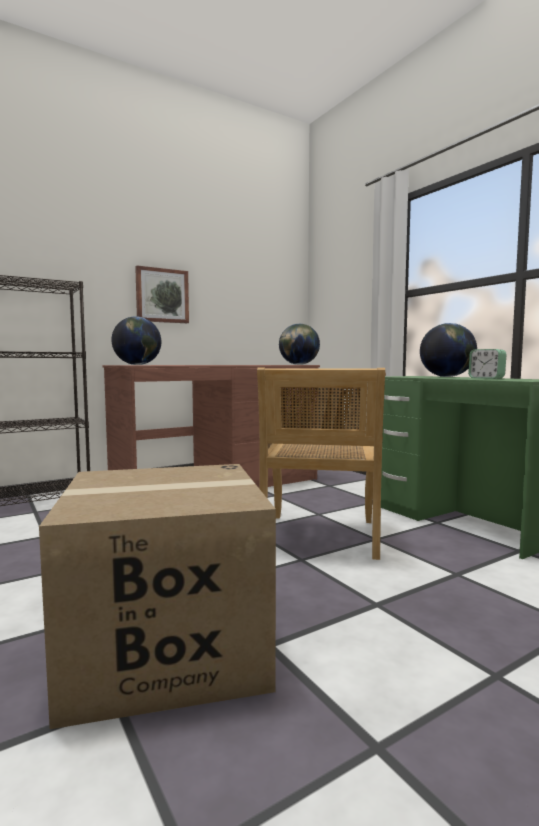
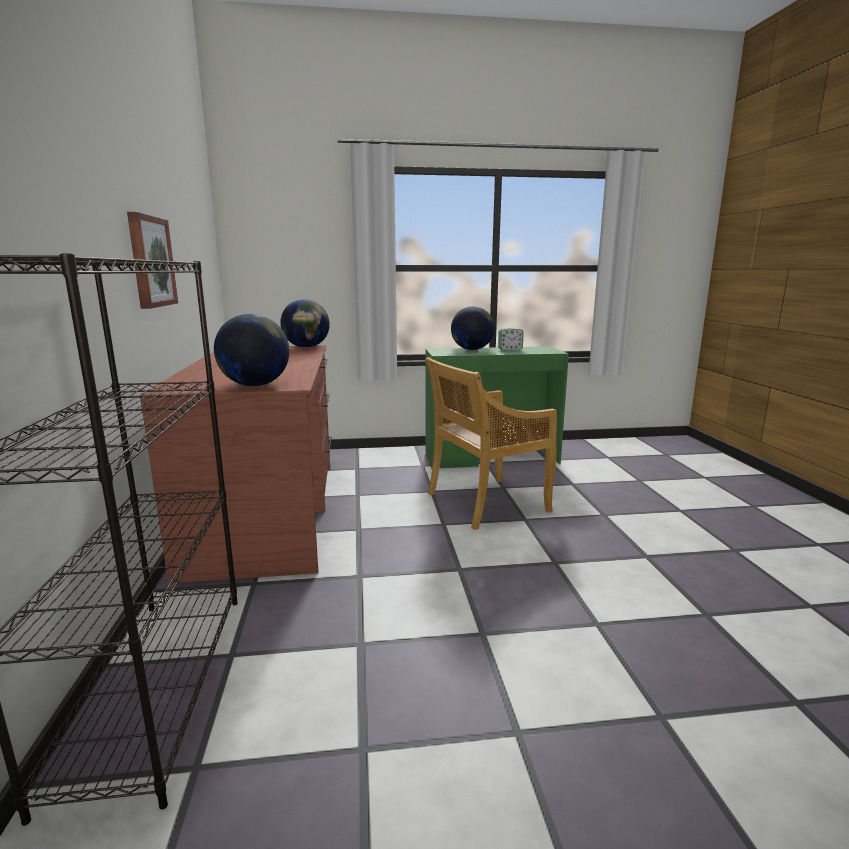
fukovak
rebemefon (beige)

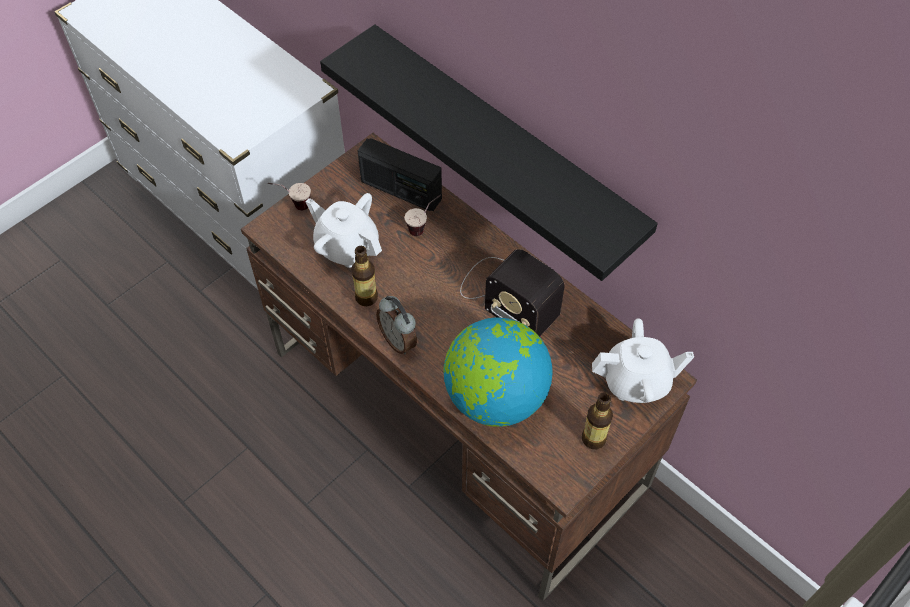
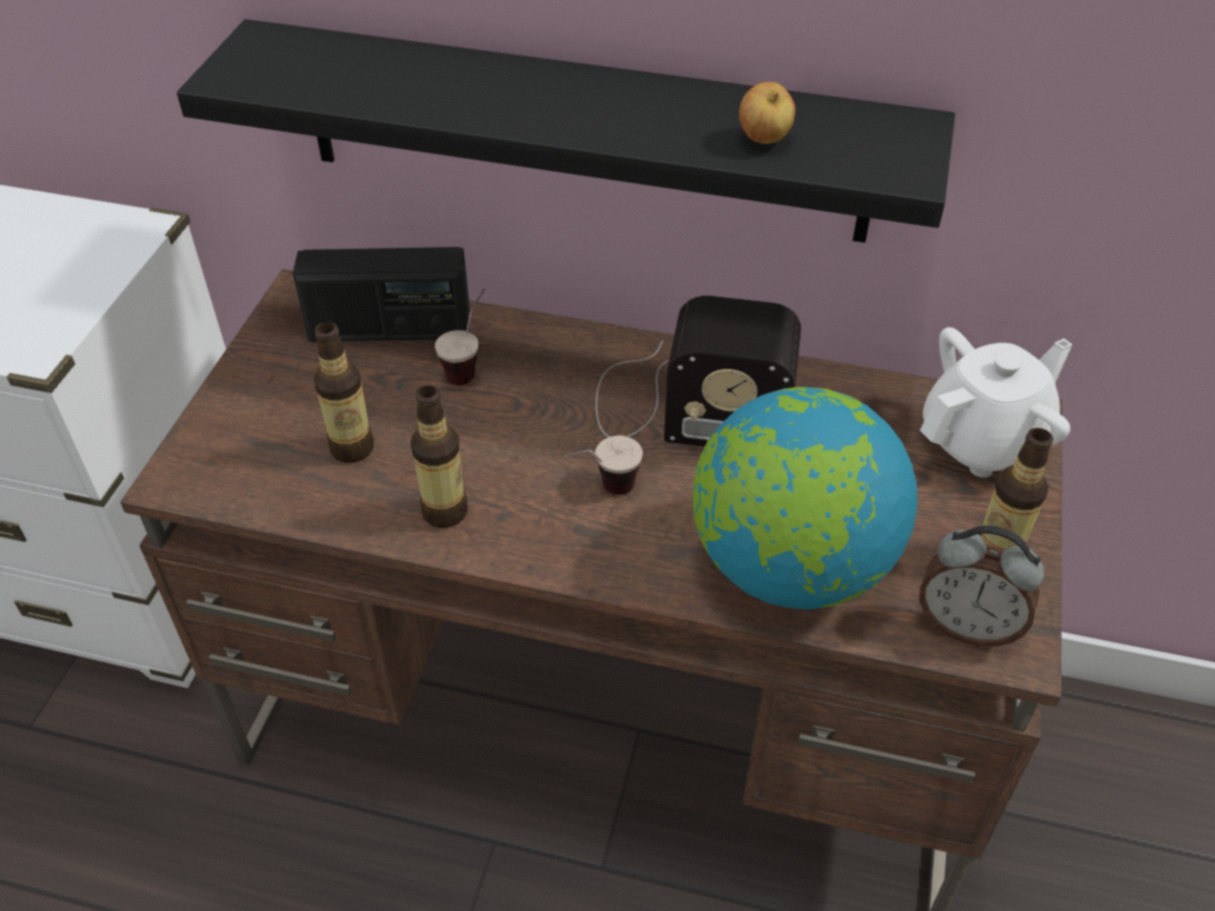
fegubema
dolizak (2nd from left)
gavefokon
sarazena (1st from left)

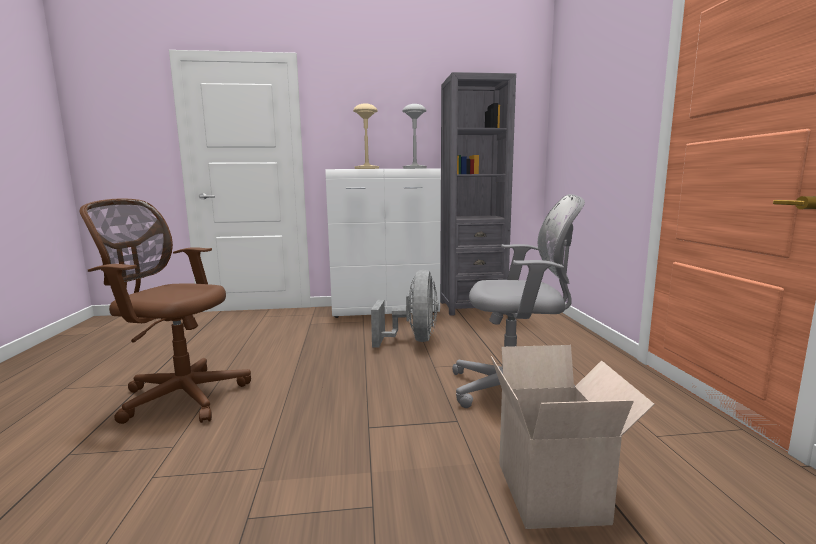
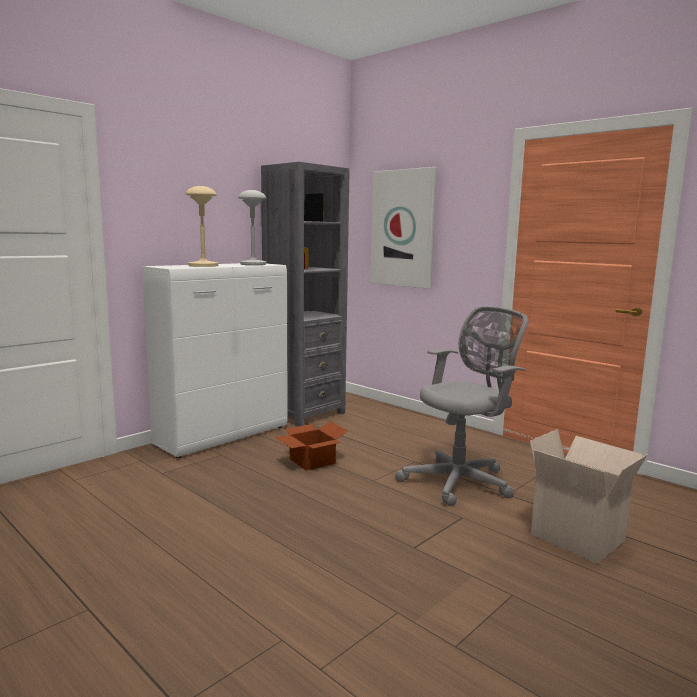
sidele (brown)
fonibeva
fukovak (1st from left)

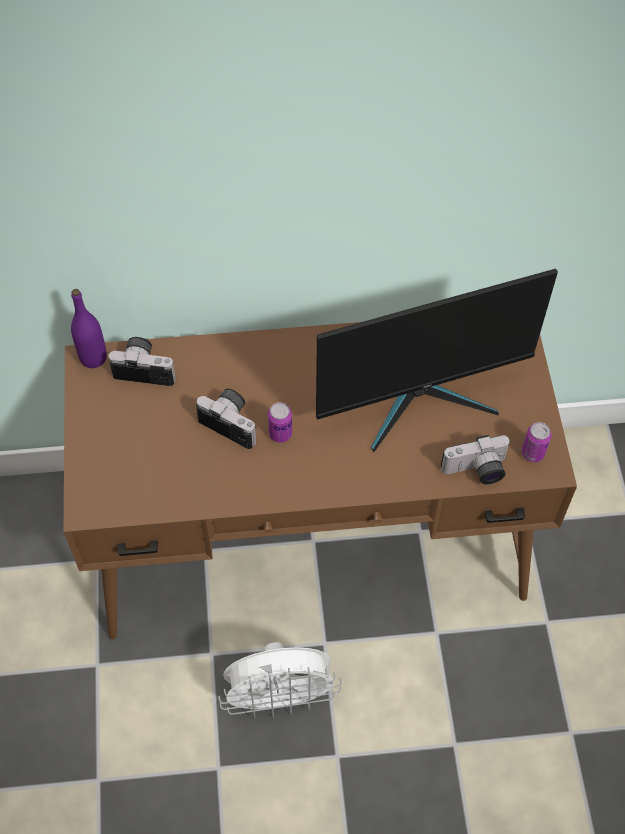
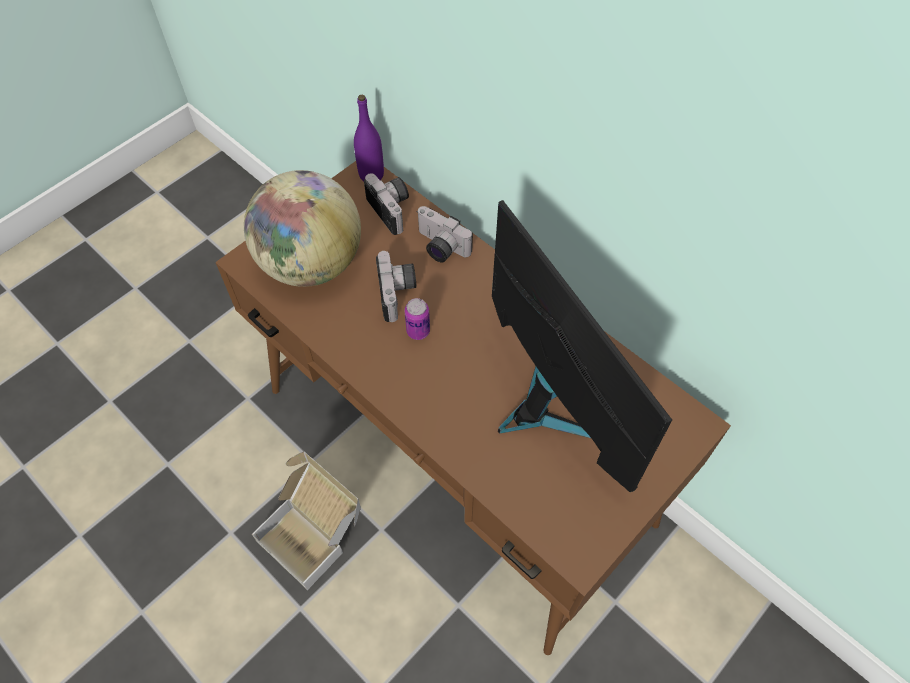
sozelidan (2nd from left in the first image)
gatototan
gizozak (3rd from left)
fukovak
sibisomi

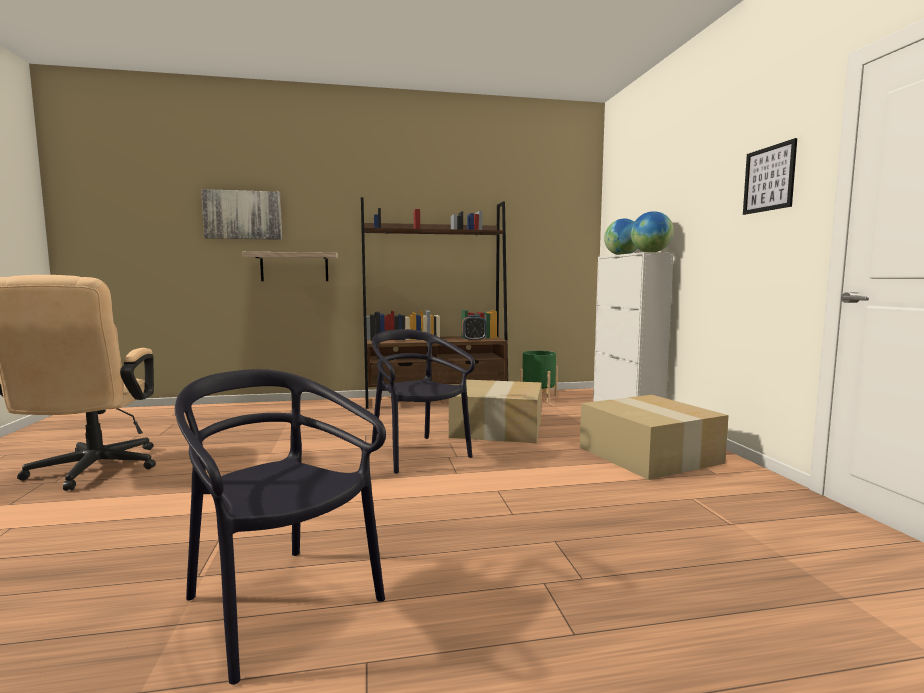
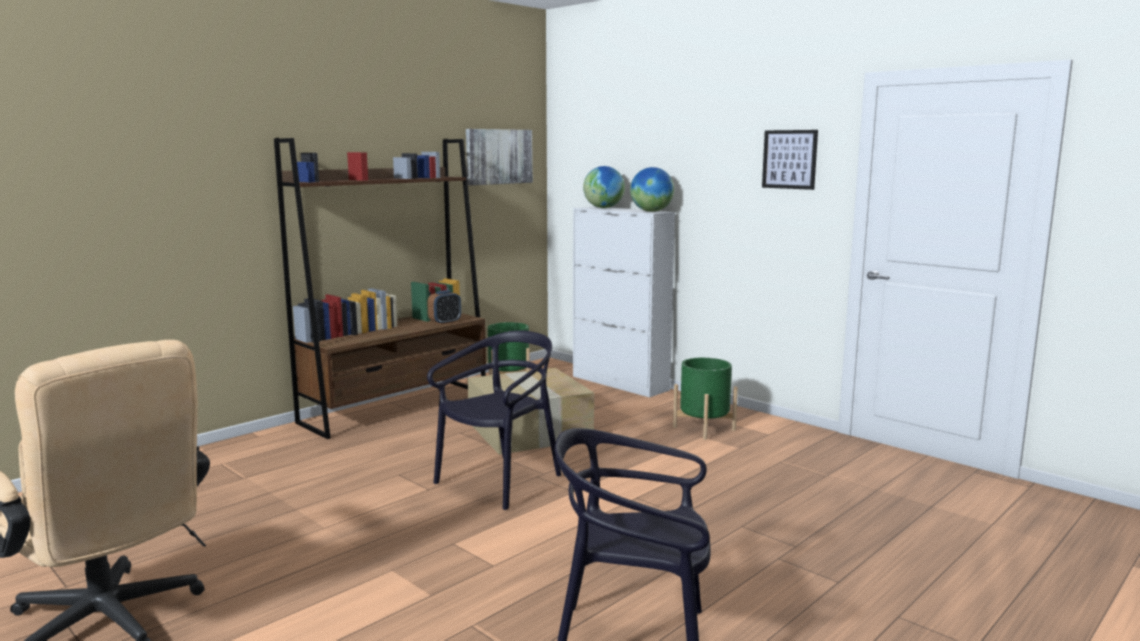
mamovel
fonibeva (1st from left)
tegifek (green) (2nd from left)
rebemefon (black) (1st from left)

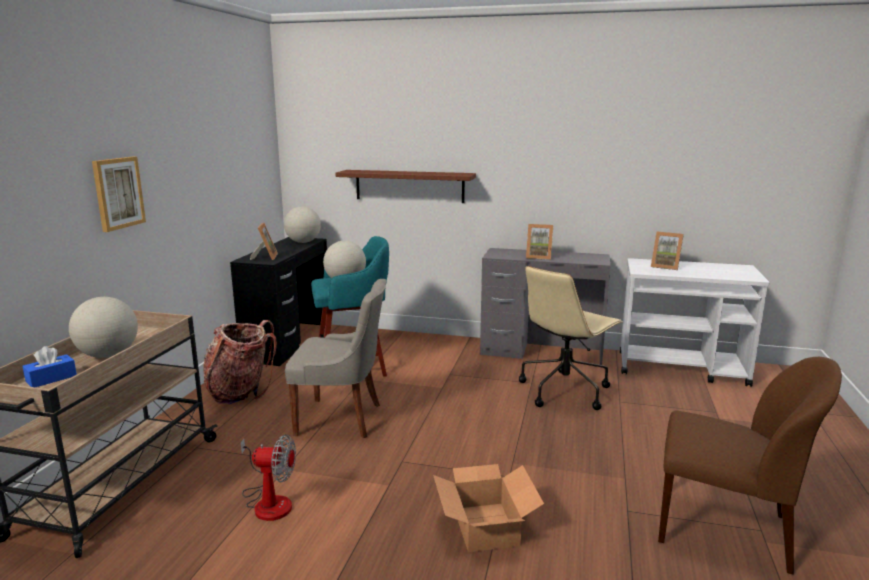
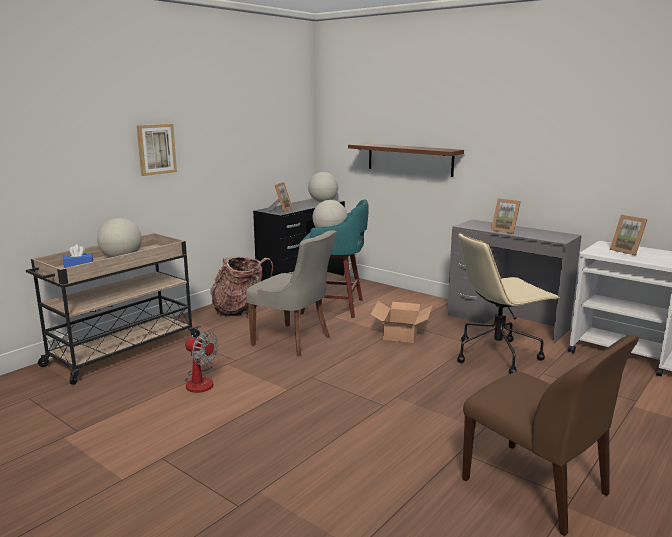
fukovak

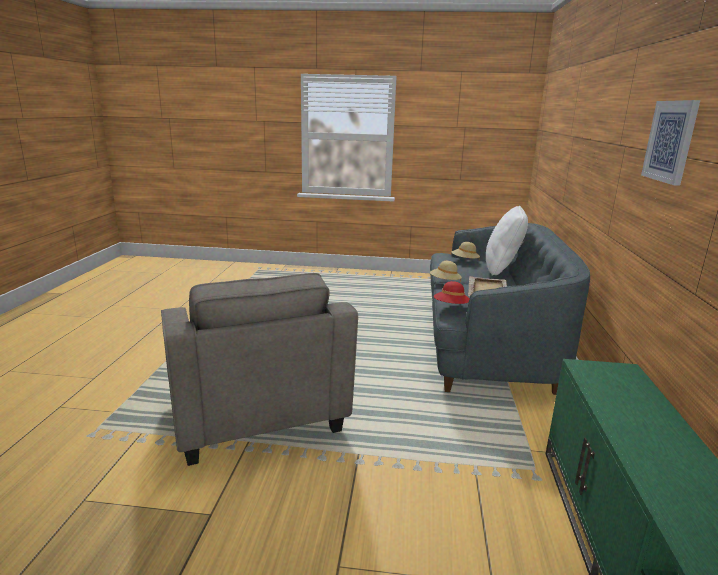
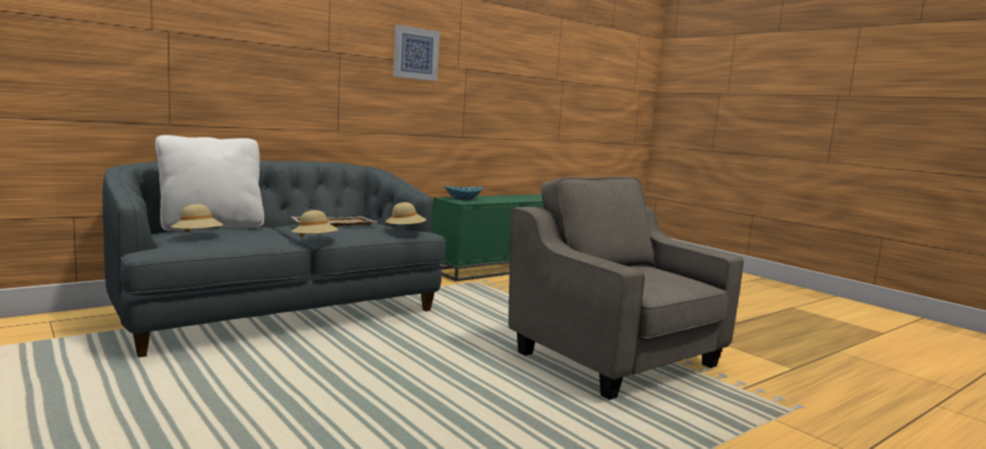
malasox
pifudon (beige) (3rd from left)
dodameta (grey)

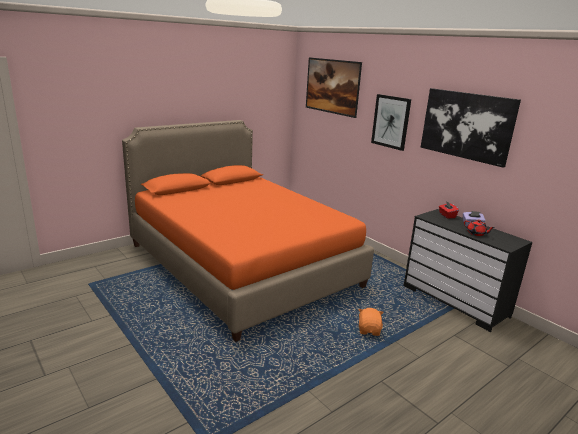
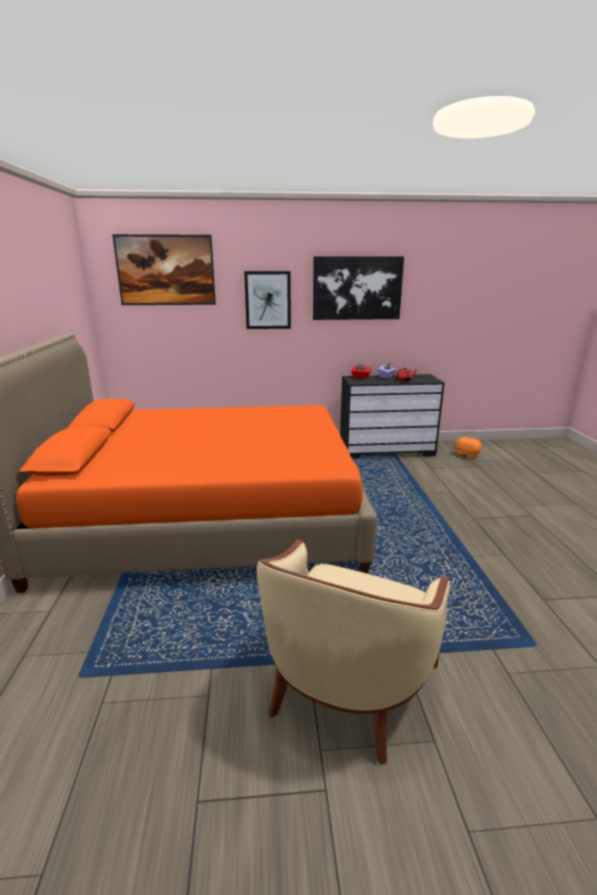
dodameta (beige)
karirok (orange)

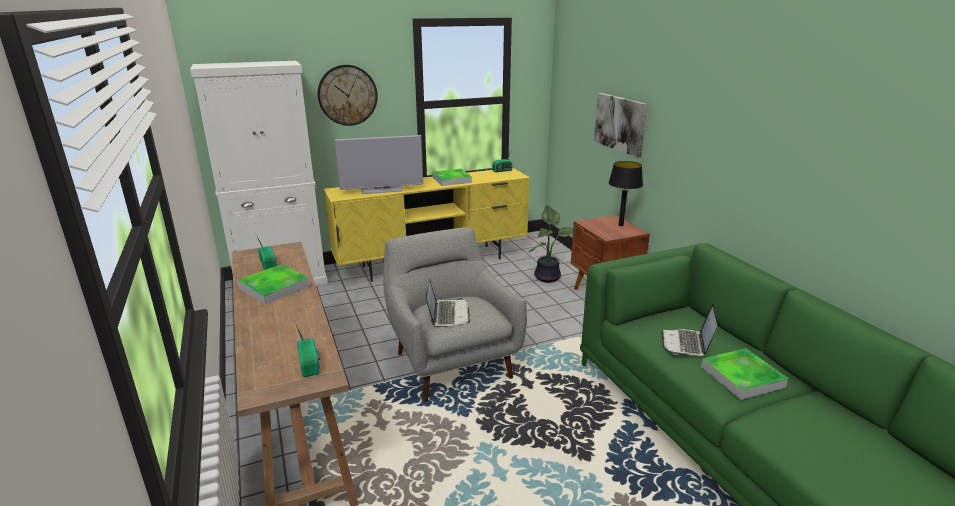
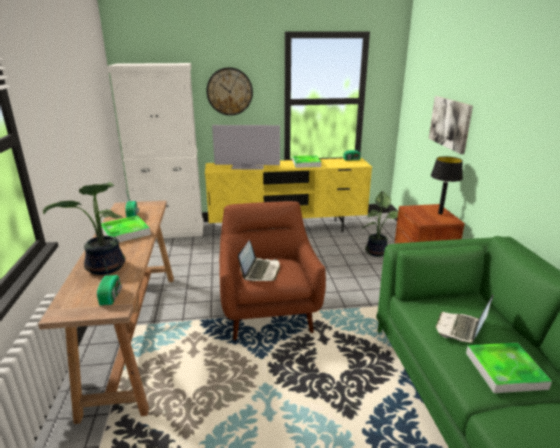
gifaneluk (1st from left)
dodameta (brown)

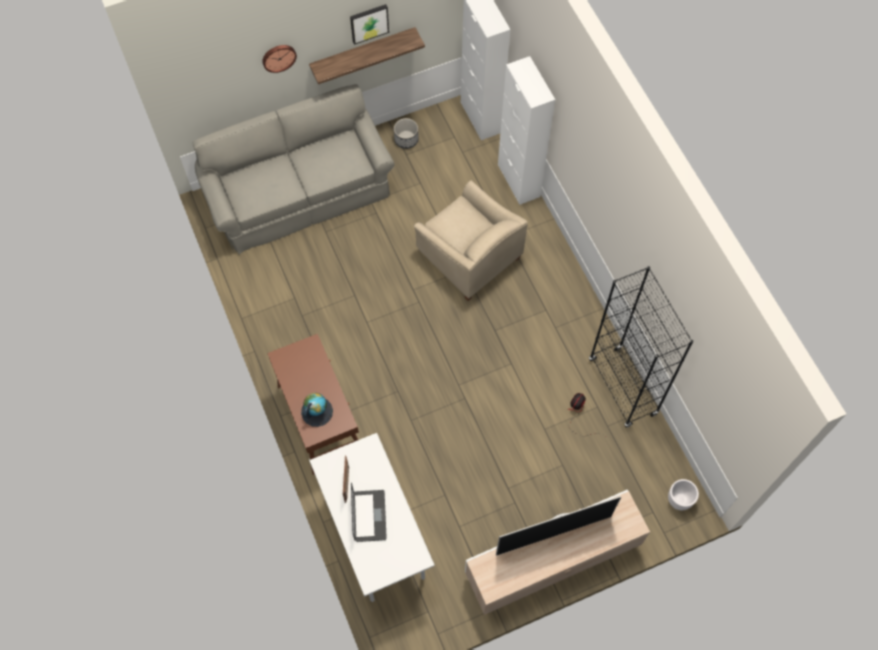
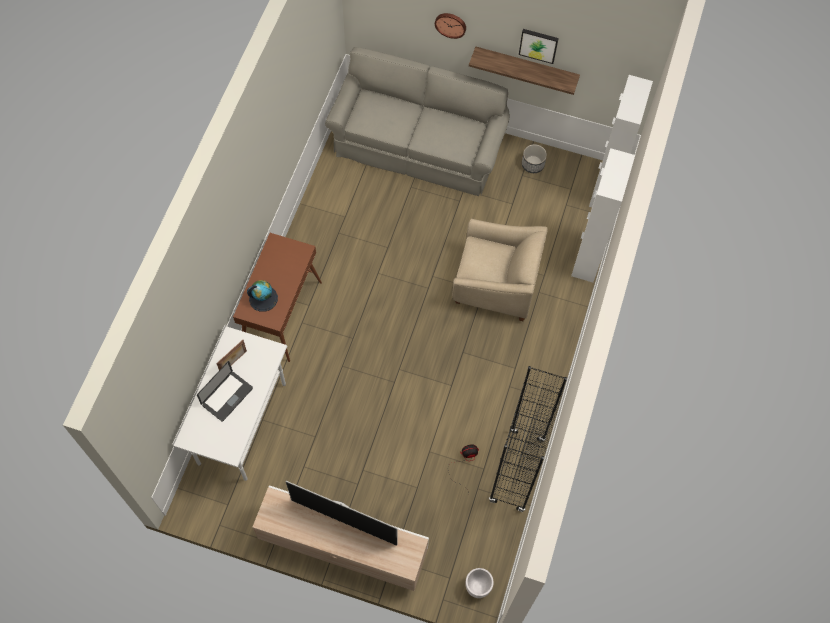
dodameta (beige)

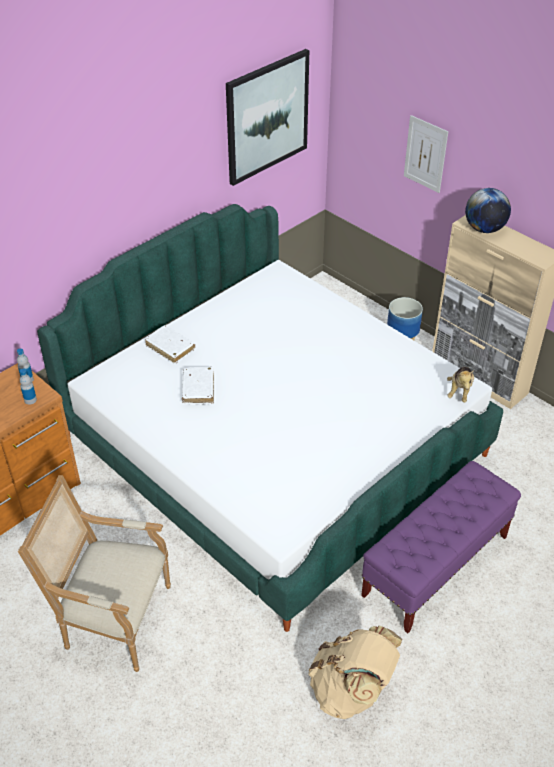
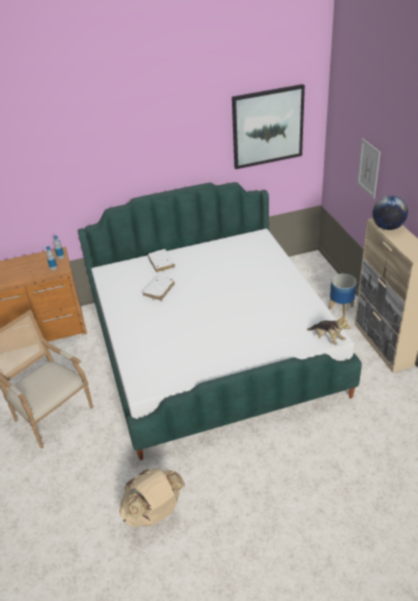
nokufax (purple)
karirok

